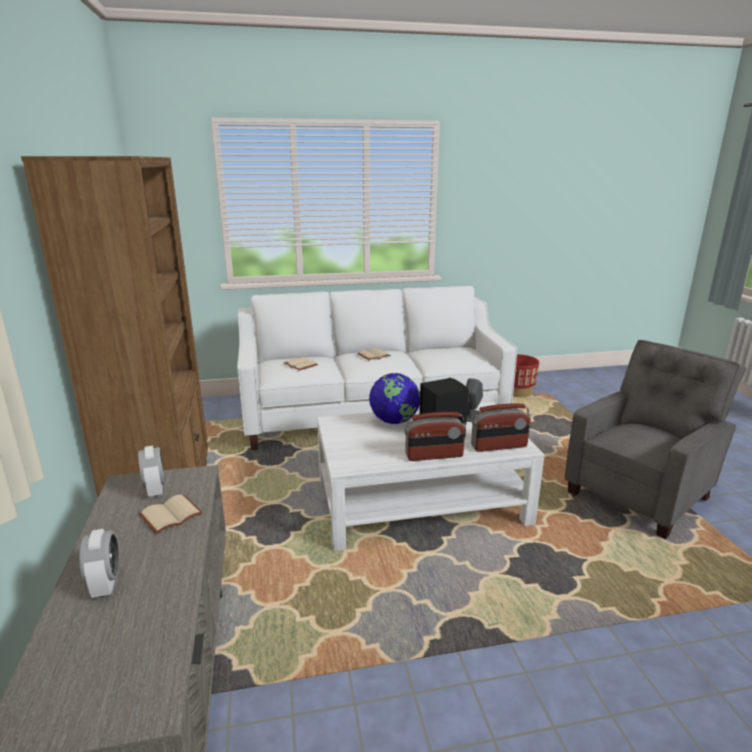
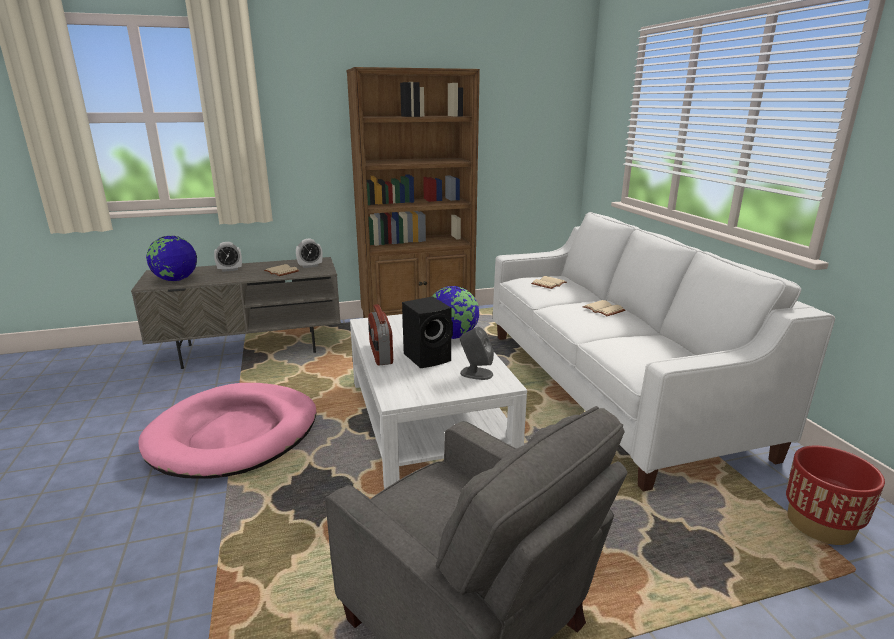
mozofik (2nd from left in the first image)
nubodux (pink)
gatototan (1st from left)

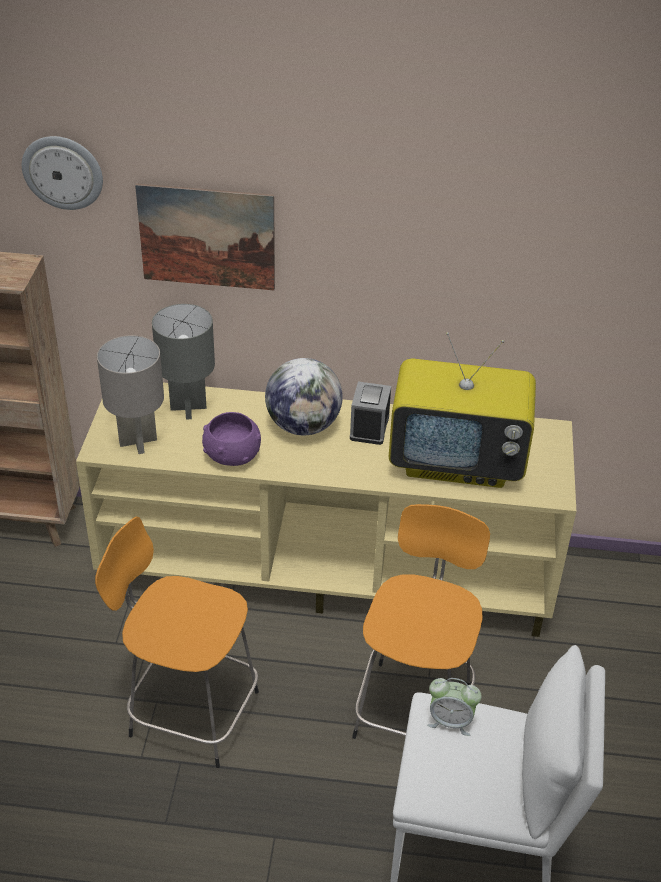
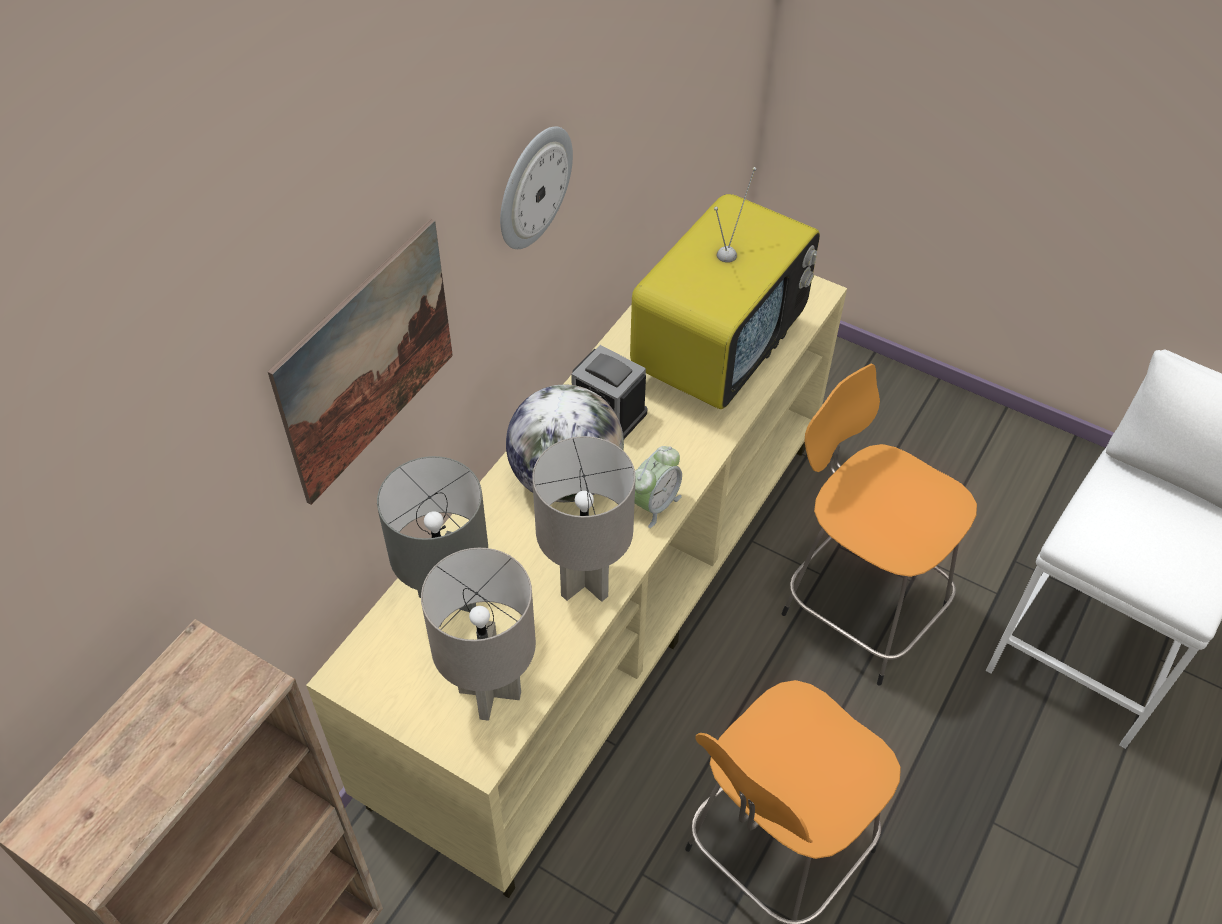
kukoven
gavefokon (2nd from left)
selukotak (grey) (3rd from left)

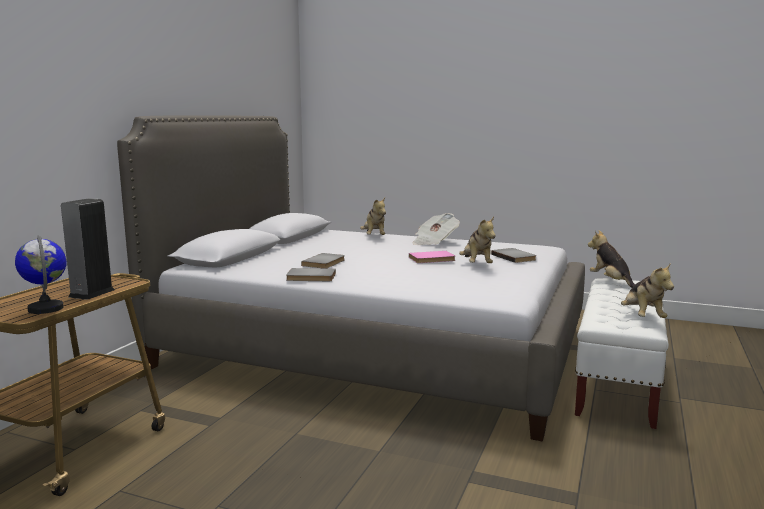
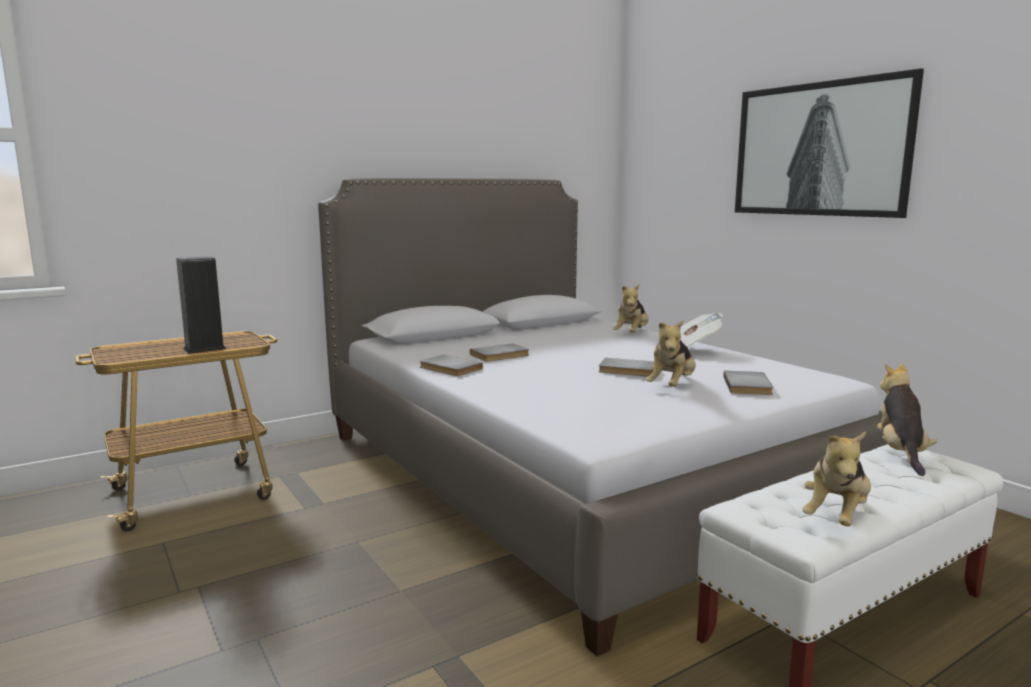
gatototan
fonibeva
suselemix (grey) (3rd from left)

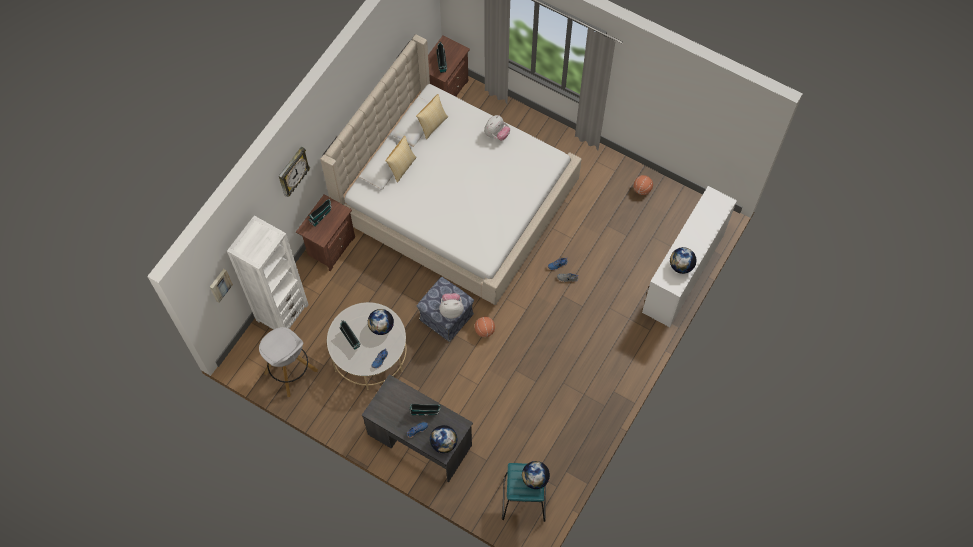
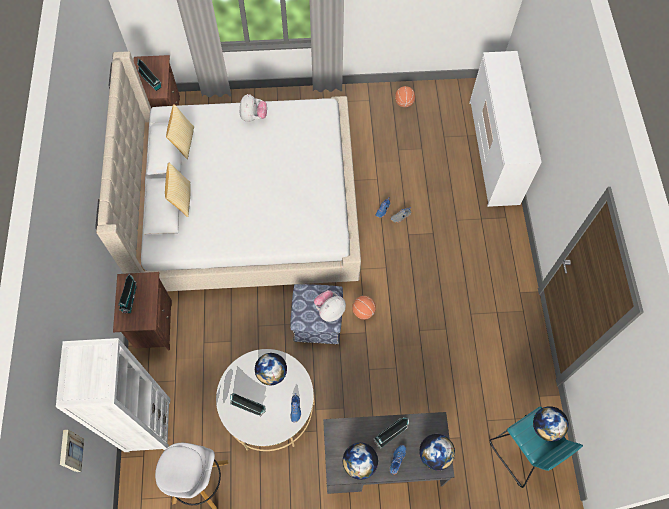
kukoven
gatototan (2nd from left)

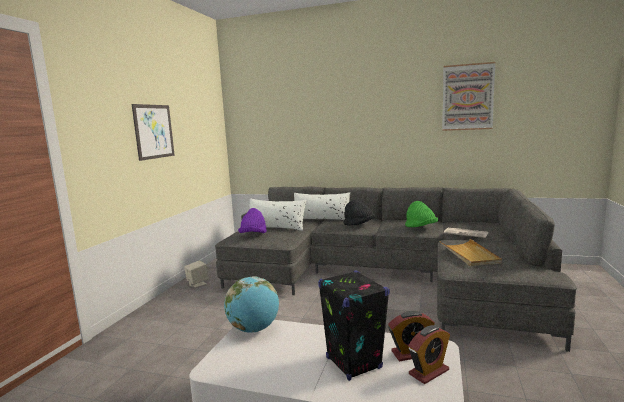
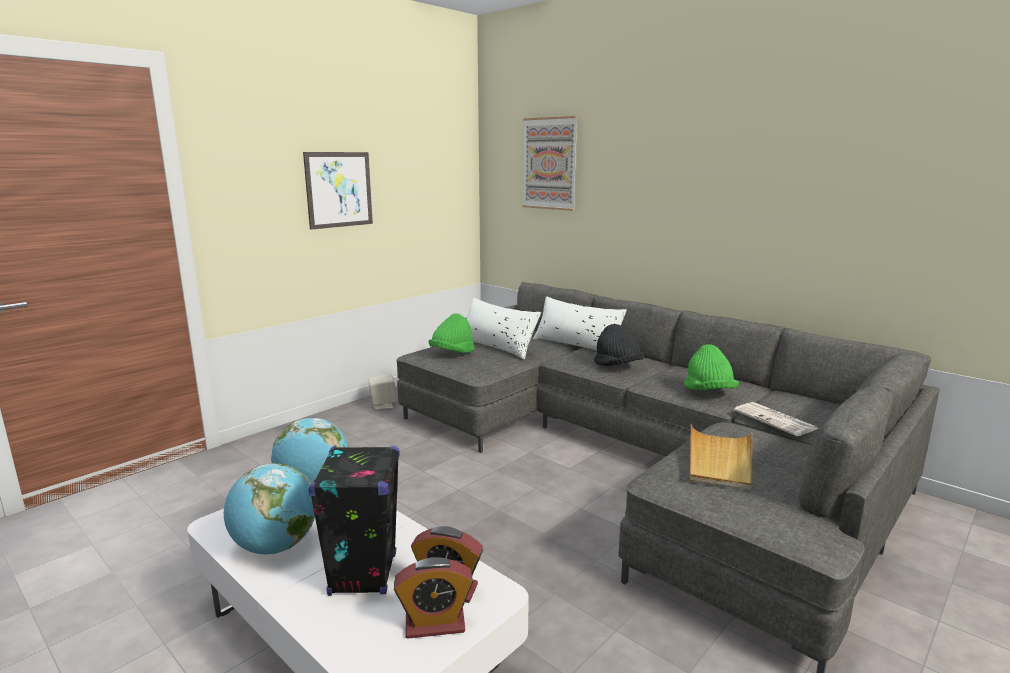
gatototan (1st from left)
fonibeva (2nd from left)
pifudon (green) (1st from left)

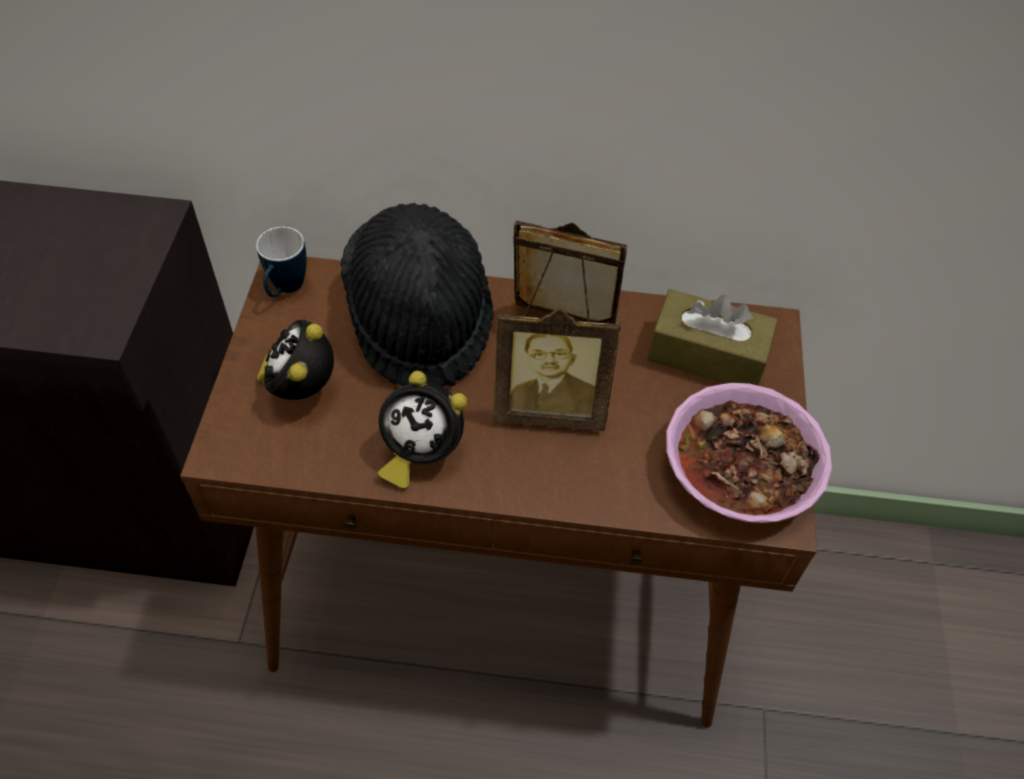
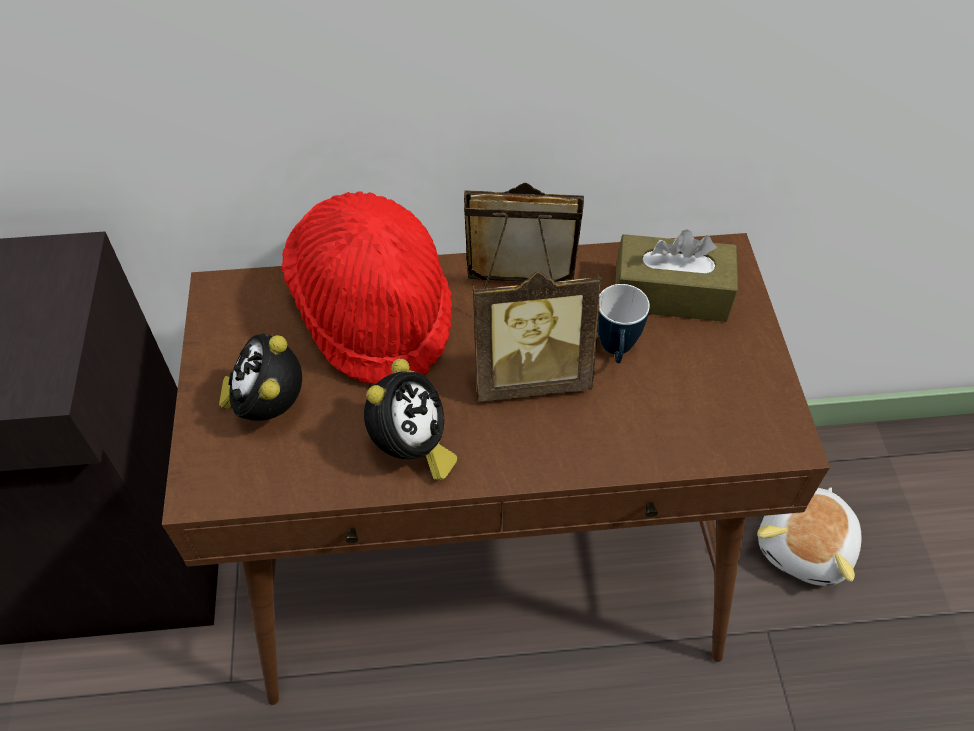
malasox
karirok
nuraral
pifudon (red)
gavefokon (2nd from left)

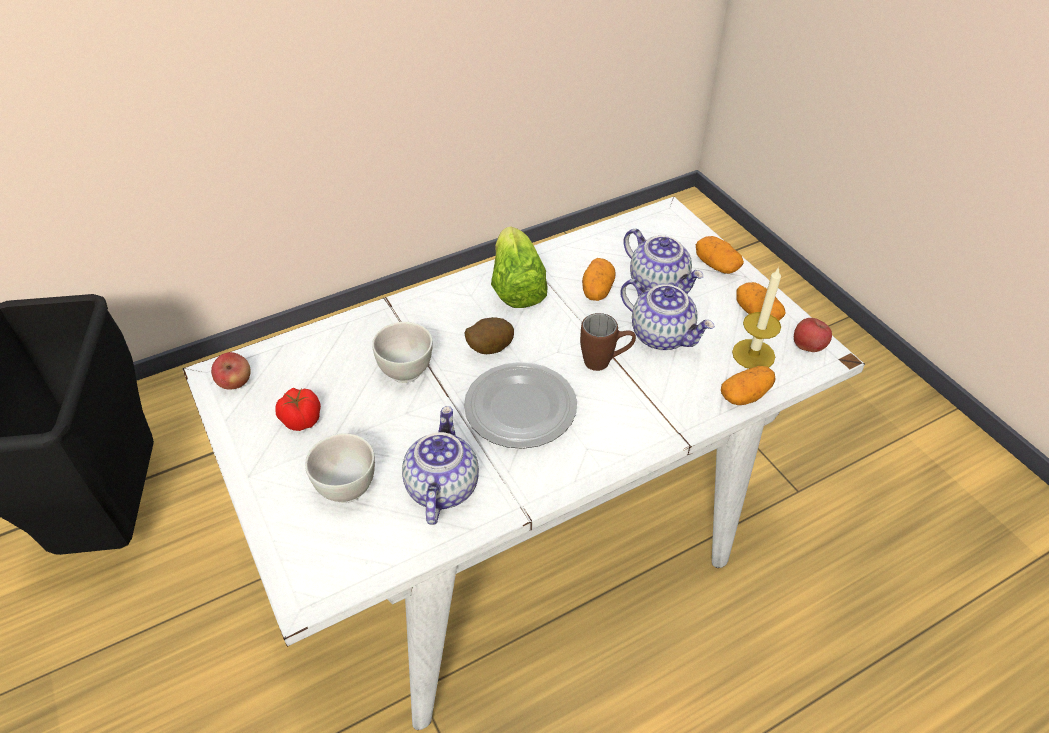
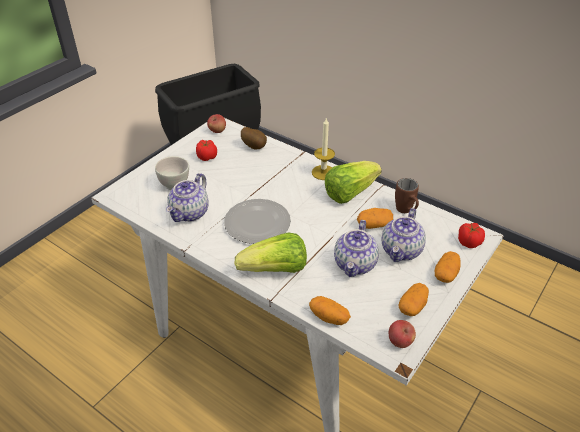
malasox (white) (2nd from left in the first image)
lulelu (1st from left)
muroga (2nd from left)
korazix (1st from left)
nuraral (brown)
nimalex
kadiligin (1st from left)

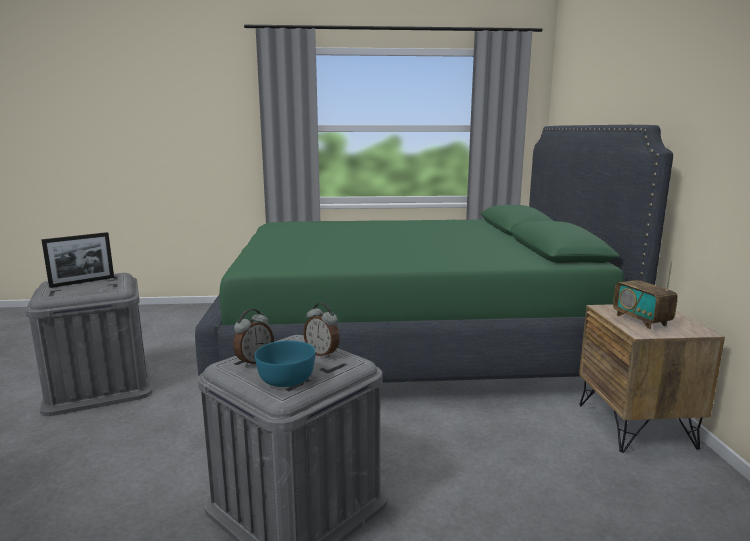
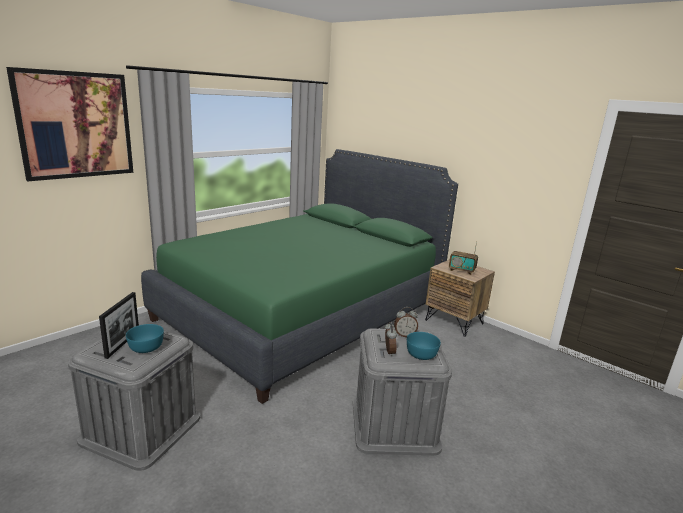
fonibeva
malasox (turquoise) (1st from left)

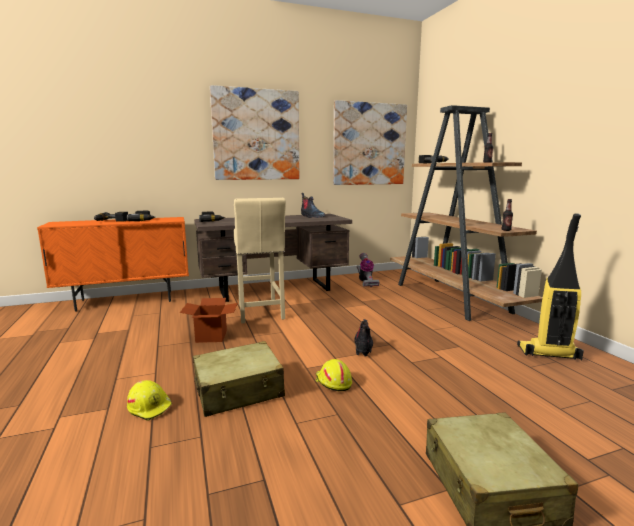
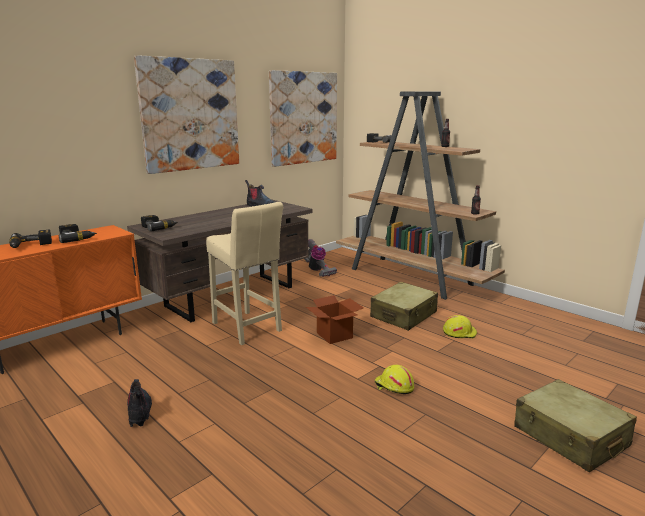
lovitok (2nd from left in the first image)
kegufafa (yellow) (2nd from left)
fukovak
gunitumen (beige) (1st from left)
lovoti (1st from left)

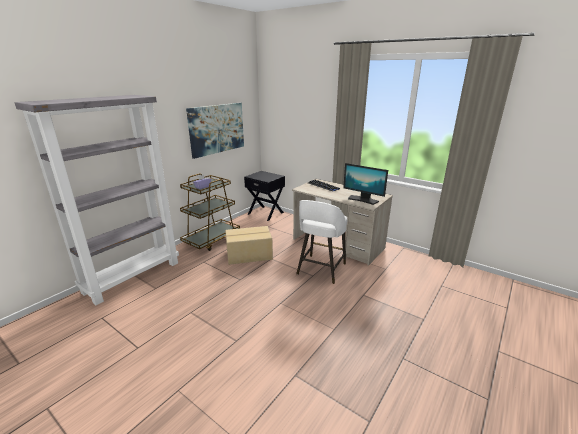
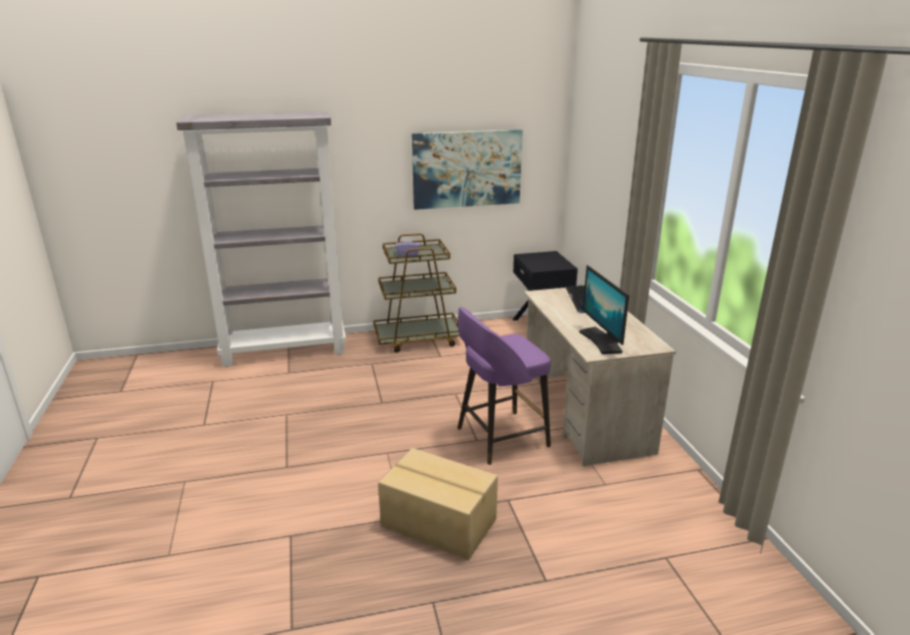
fukovak
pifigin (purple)

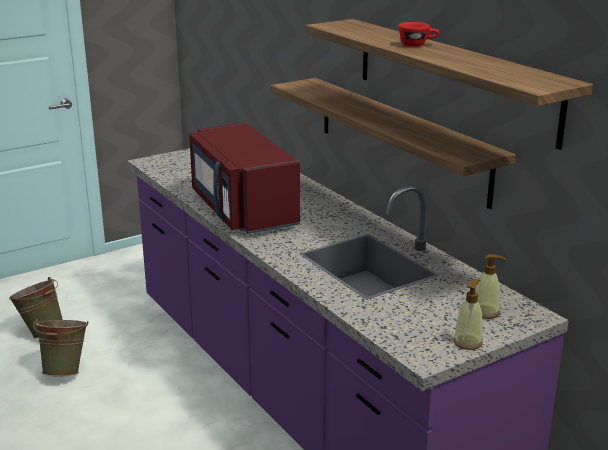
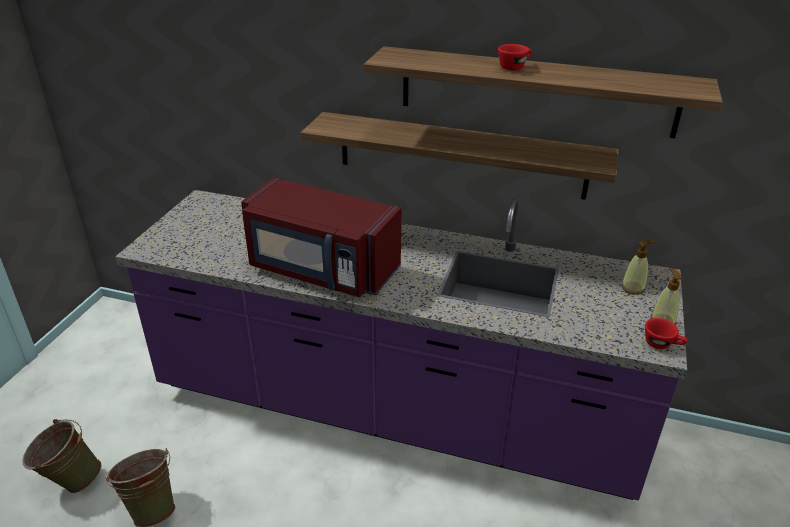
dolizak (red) (2nd from left)

